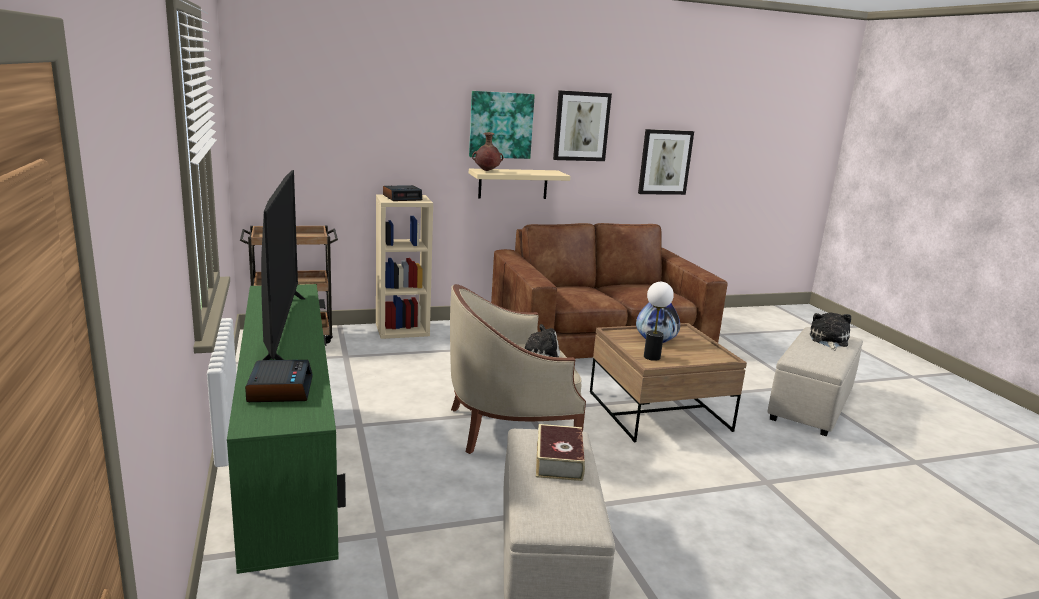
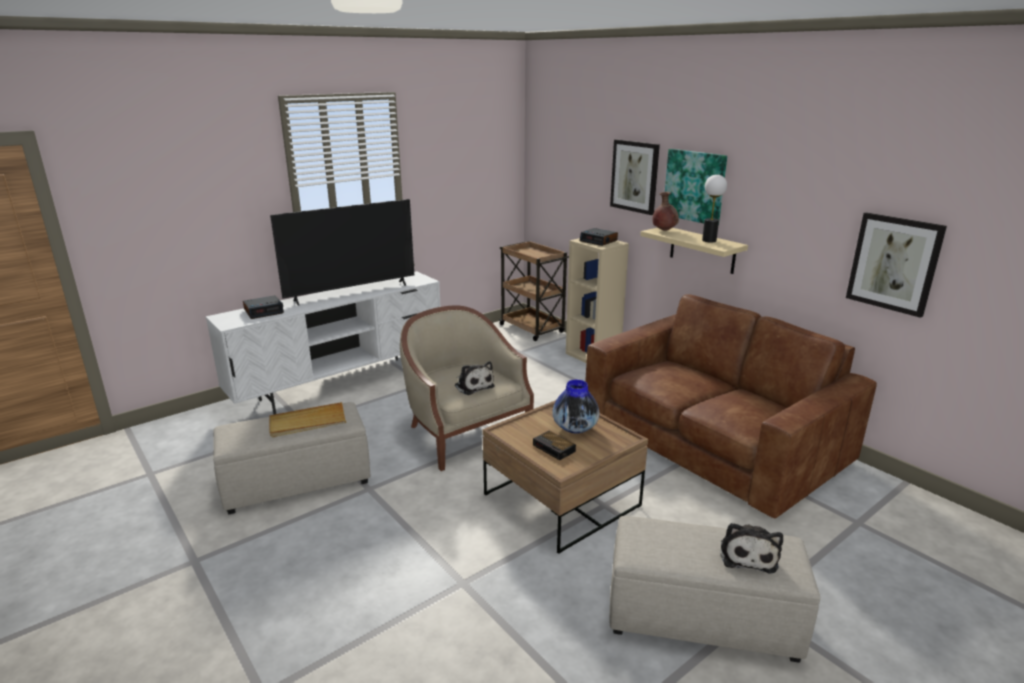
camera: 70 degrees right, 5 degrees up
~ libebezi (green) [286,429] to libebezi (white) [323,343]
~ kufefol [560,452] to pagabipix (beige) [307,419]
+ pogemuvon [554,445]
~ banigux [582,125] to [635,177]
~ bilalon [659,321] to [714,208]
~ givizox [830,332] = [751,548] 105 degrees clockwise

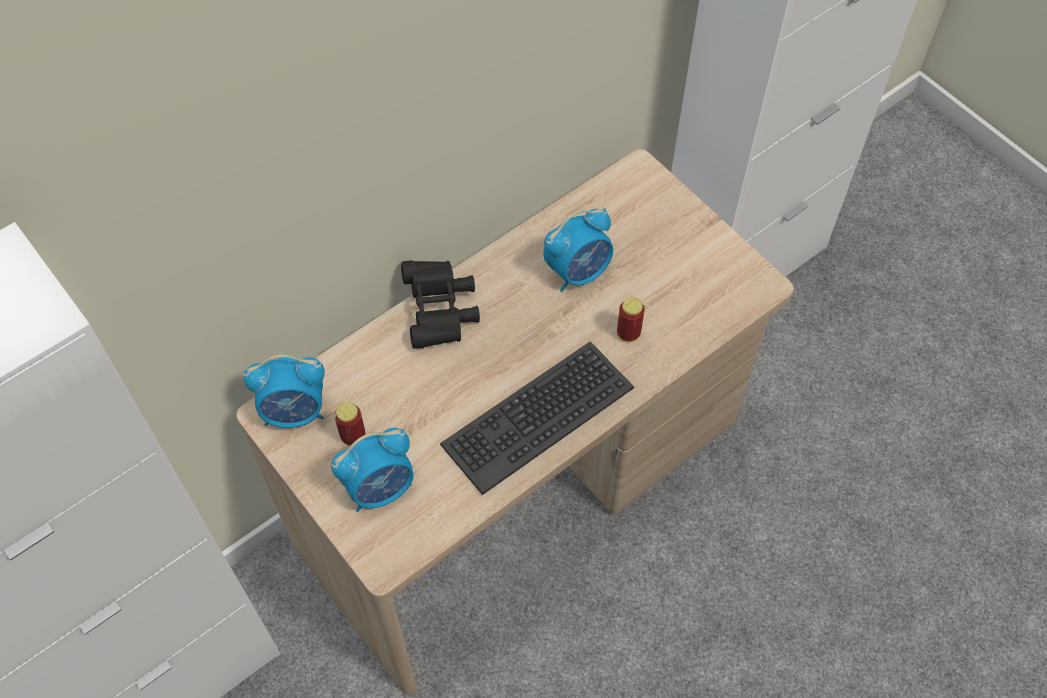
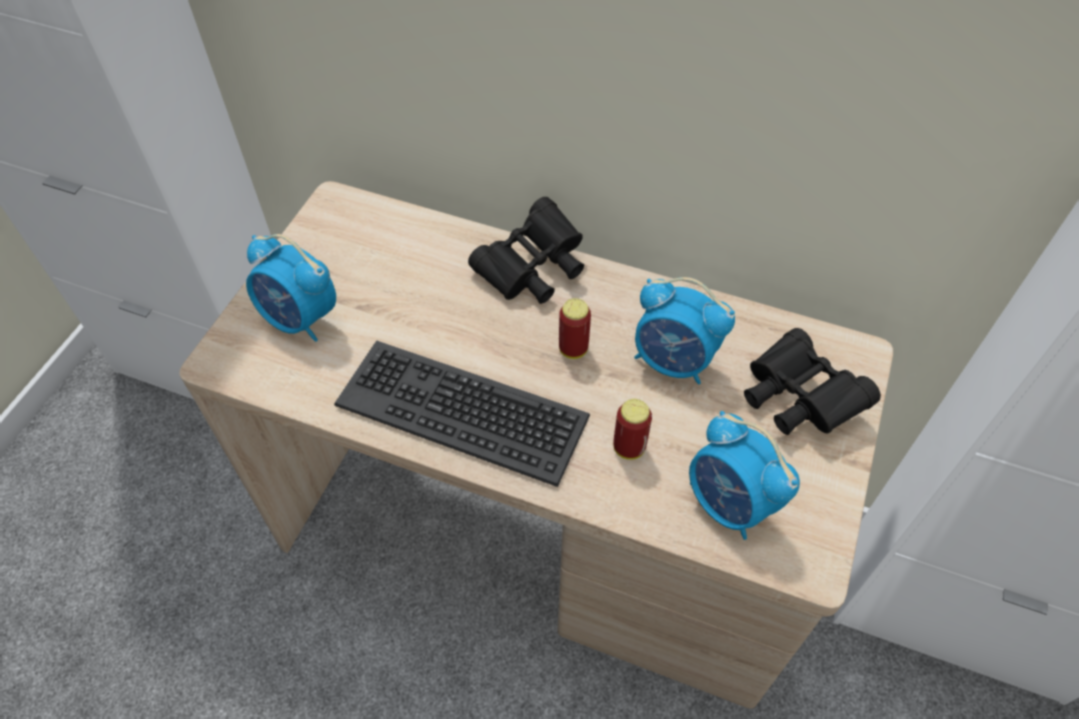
camera: 60 degrees right, 5 degrees down
~ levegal [350,424] to [575,328]
~ pogemuvon [284,391] to [744,475]
+ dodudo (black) [812,381]

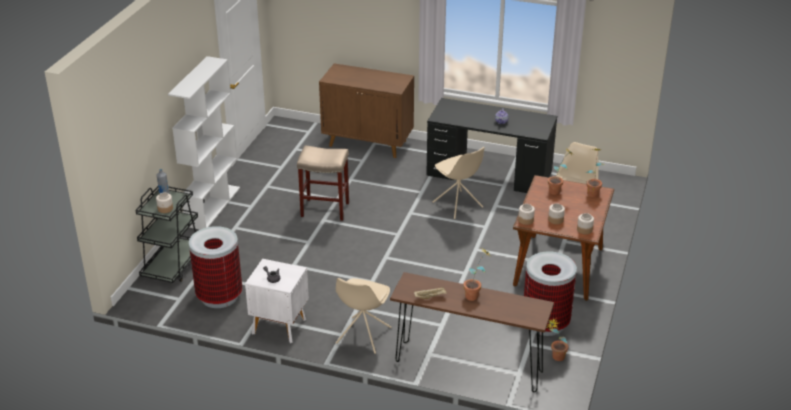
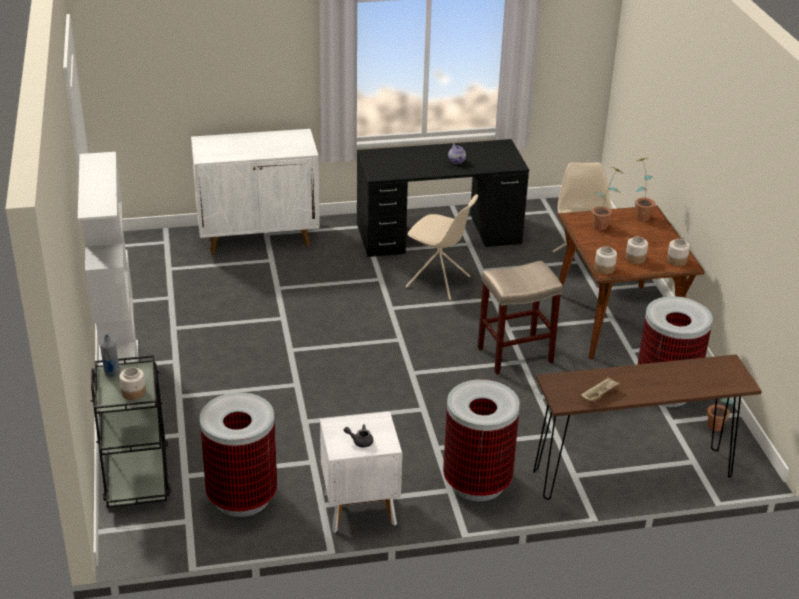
camera: 30 degrees left, 0 degrees up
~ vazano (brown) [366,110] to vazano (white) [255,191]
~ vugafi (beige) [363,316] to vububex [481,440]
~ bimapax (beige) [323,183] to [520,317]
- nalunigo [477,274]

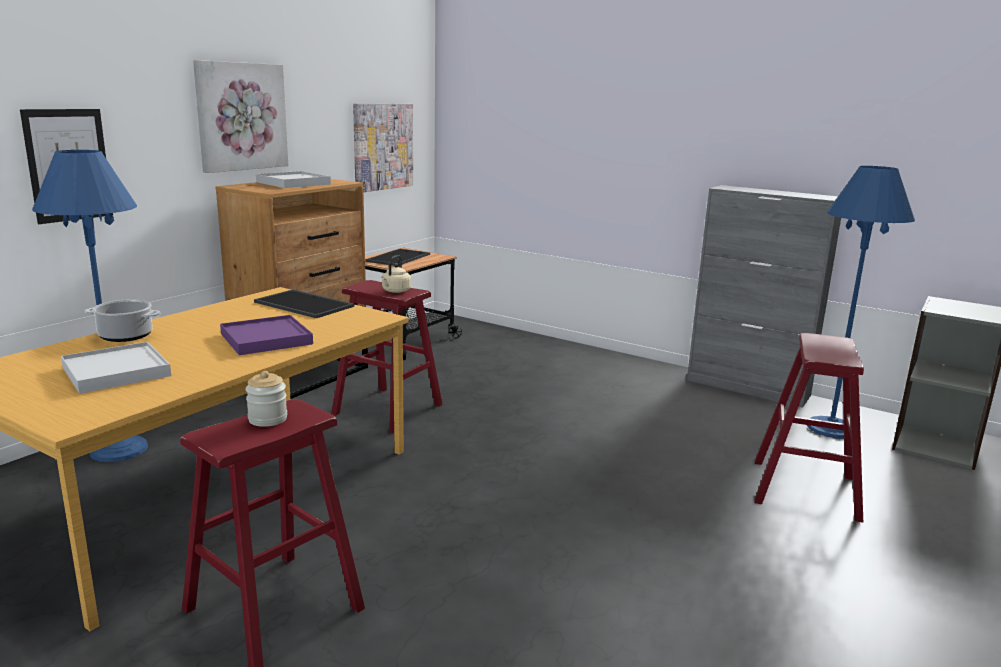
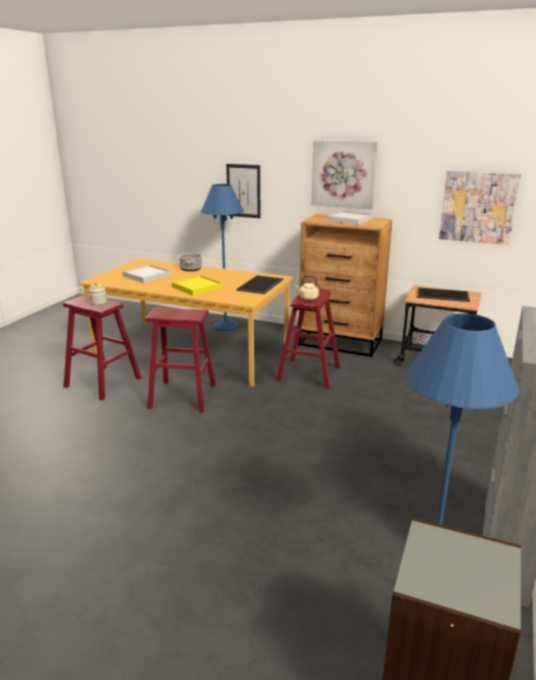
camera: 80 degrees right, 5 degrees up
~ bimapax (red) [809,427] to [180,360]
~ pagabipix (purple) [266,335] to pagabipix (yellow) [197,285]

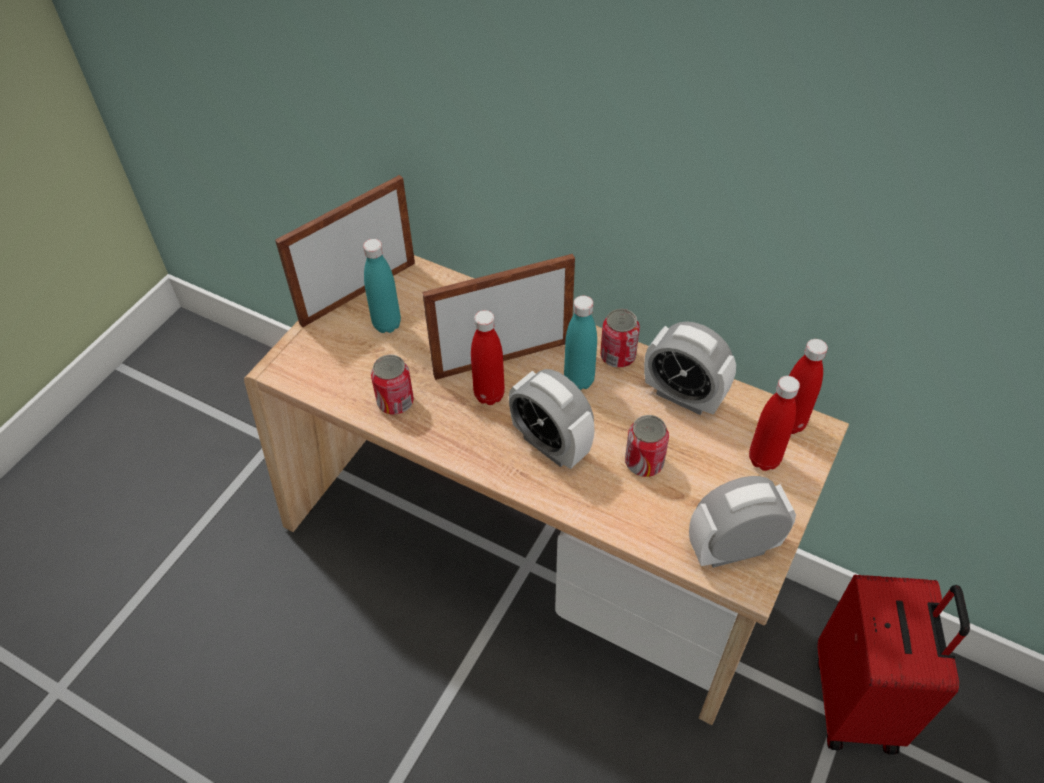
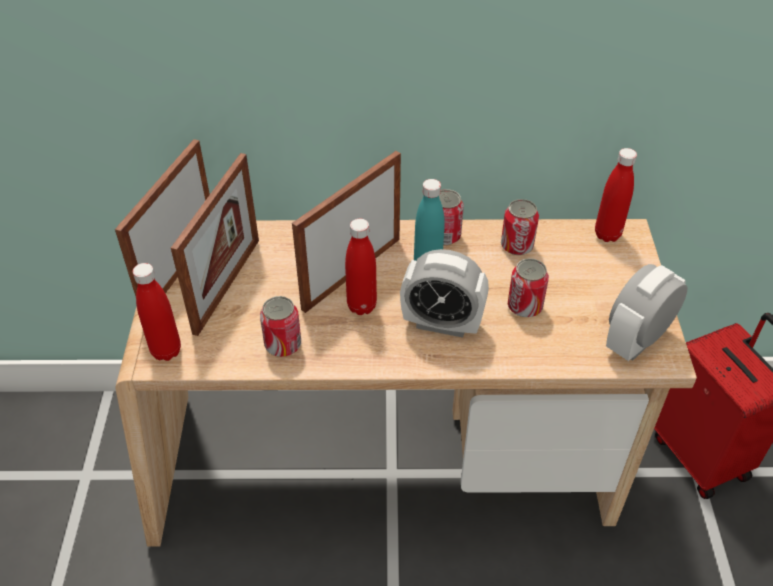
camera: 30 degrees left, 5 degrees down
~ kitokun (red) [774,423] to [157,312]
~ kitokun (turquoise) [382,286] to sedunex [215,244]
~ pogemuvon [690,368] to levegal [520,227]

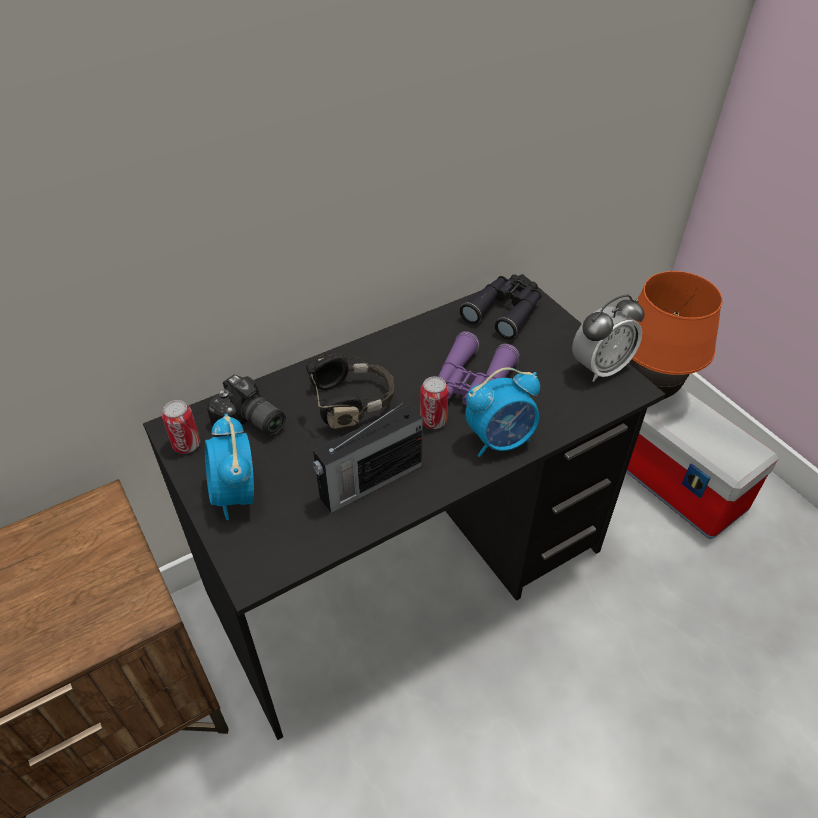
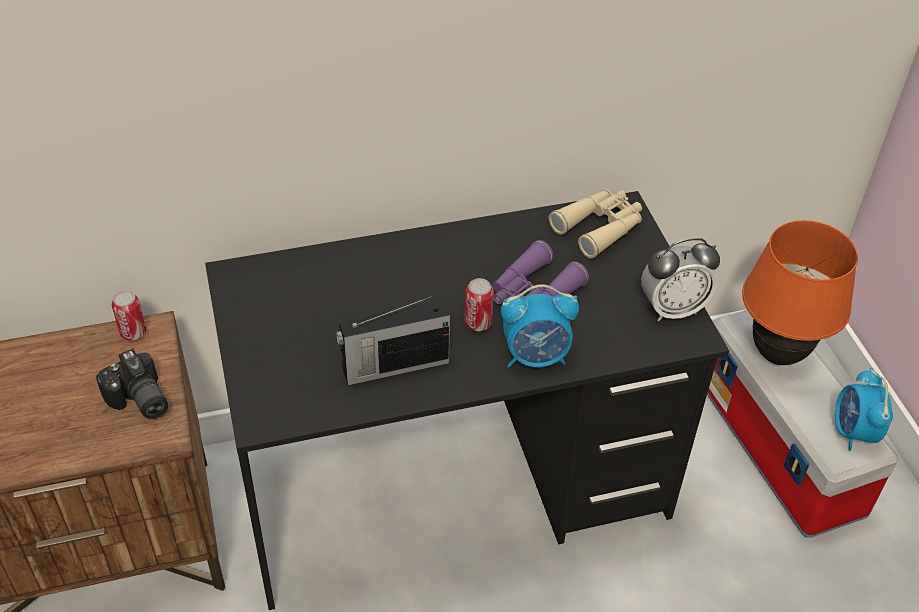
camera: 15 degrees right, 0 degrees up
~ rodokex [246,405] to [132,383]
~ levegal [181,427] to [129,315]
~ dodudo (black) [501,307] to dodudo (beige) [595,224]
~ pogemuvon [229,467] to [864,409]
- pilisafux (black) [350,391]

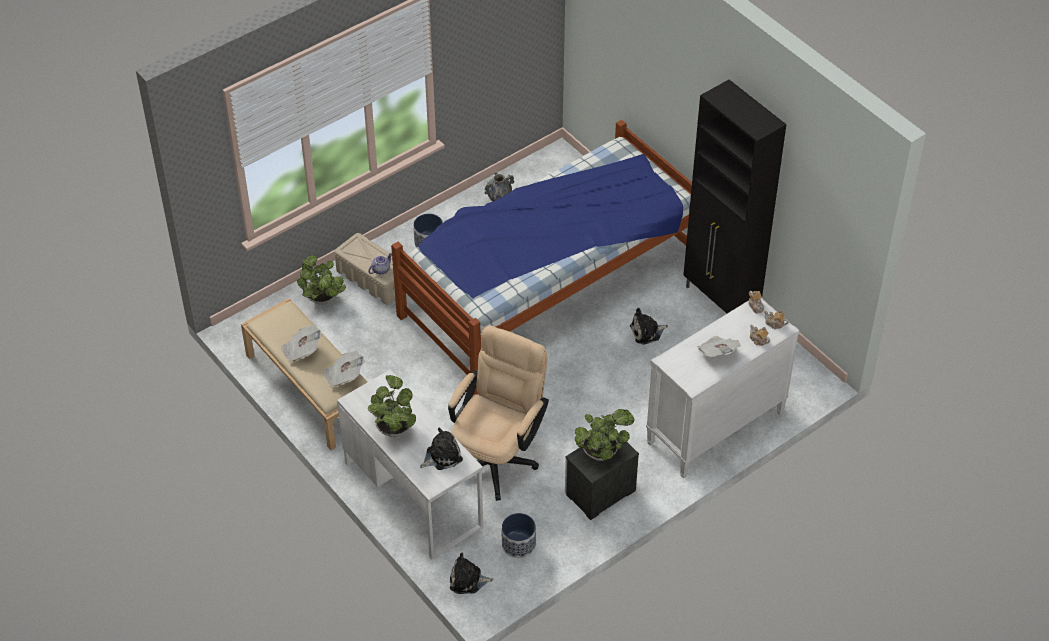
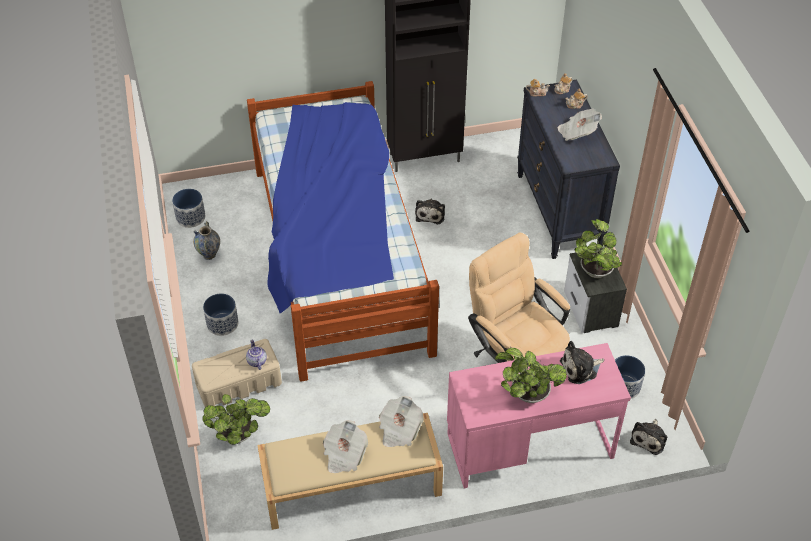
camera: 65 degrees left, 0 degrees up
+ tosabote [188,208]
~ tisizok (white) [410,465] to tisizok (pink) [539,415]
~ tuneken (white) [722,388] to tuneken (black) [568,169]
~ givizox [441,449] = [582,362] 105 degrees counterclockwise

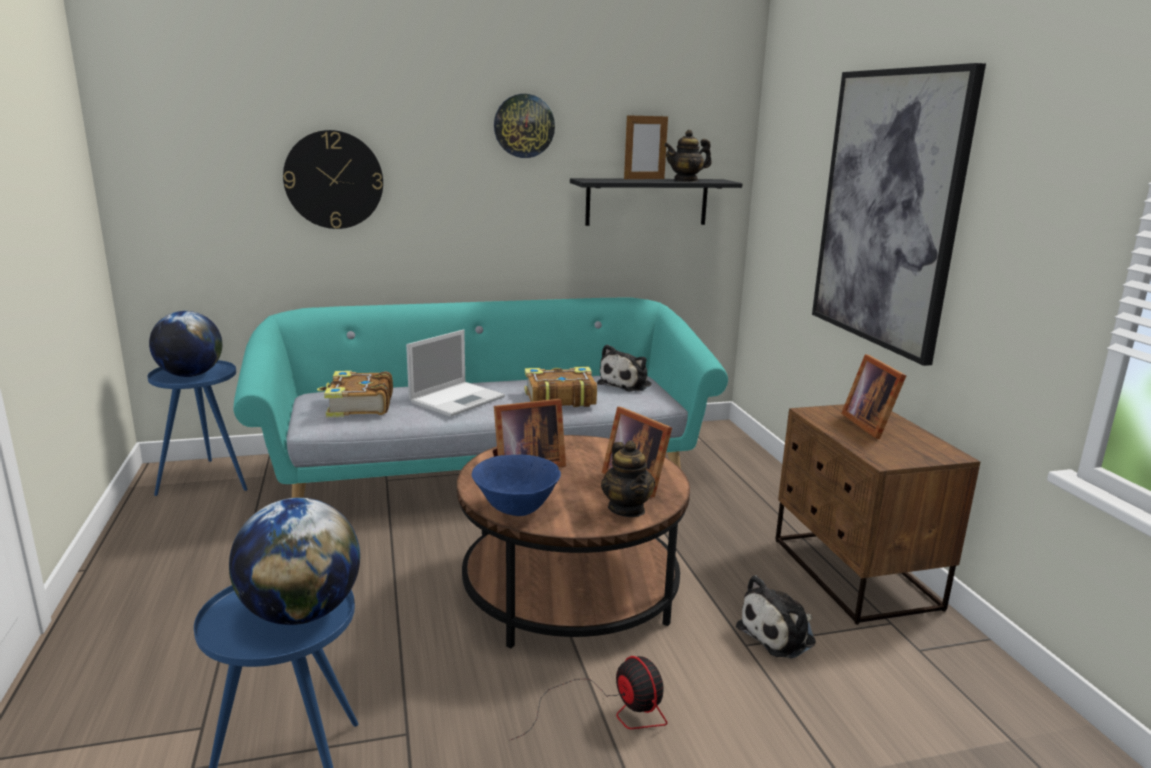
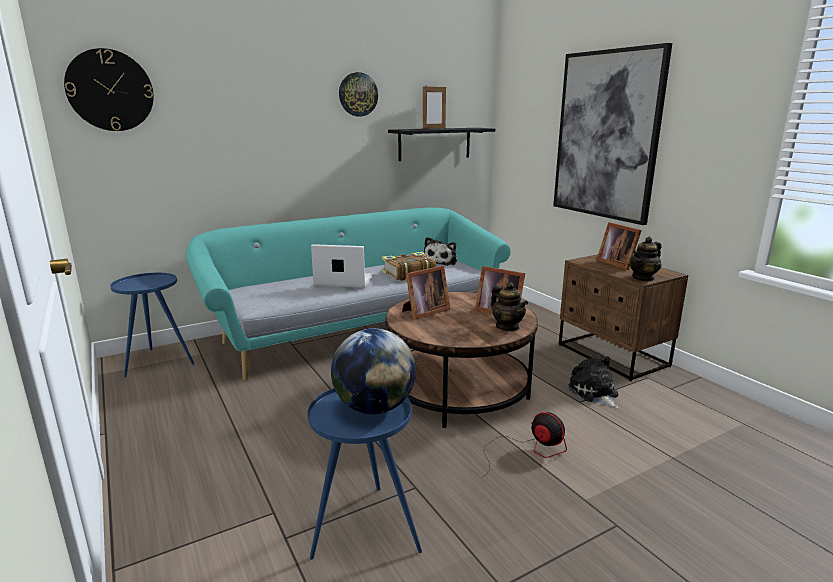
camera: 15 degrees left, 0 degrees up
~ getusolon [333,179] to [109,89]
~ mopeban [455,373] = [342,266] 105 degrees counterclockwise
~ givizox [776,617] = [593,382] 120 degrees clockwise
~ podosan [688,156] to [645,259]
- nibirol [185,344]
- kufefol [355,394]
- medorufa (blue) [516,485]

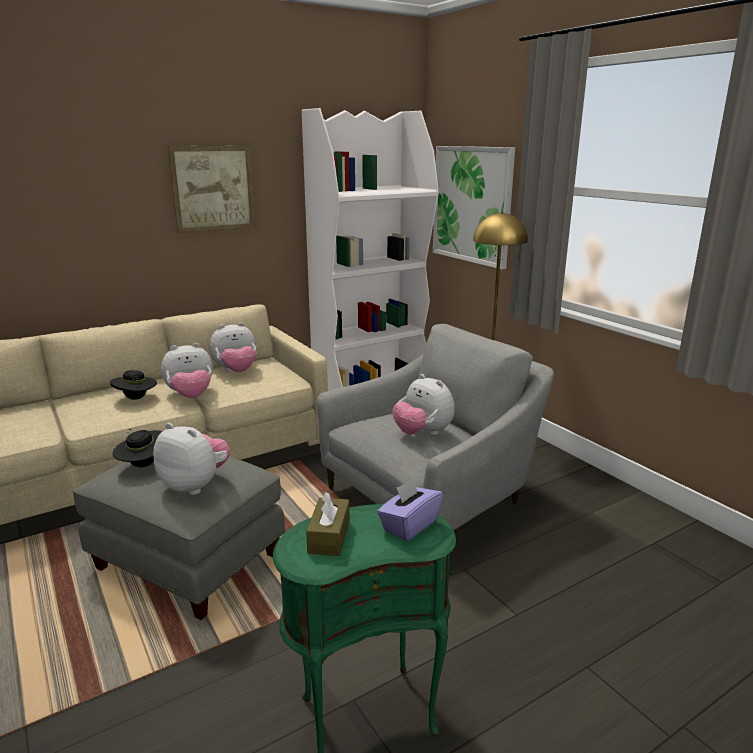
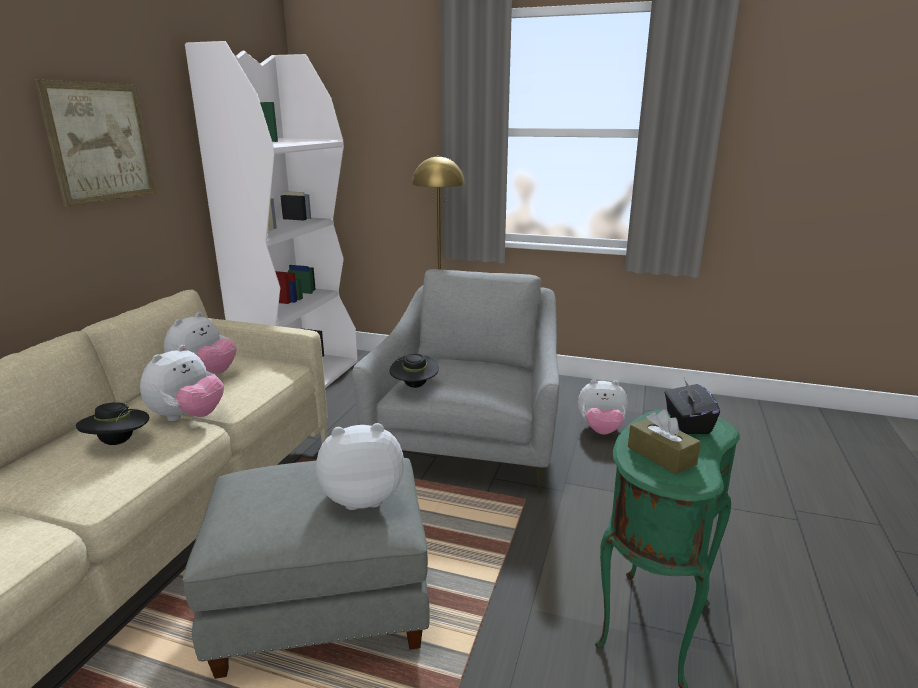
camera: 40 degrees left, 0 degrees up
~ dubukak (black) [137,448] to [414,370]
~ givizox [424,404] to [603,407]
~ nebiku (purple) [410,509] to nebiku (black) [692,406]
- banigux [474,207]

